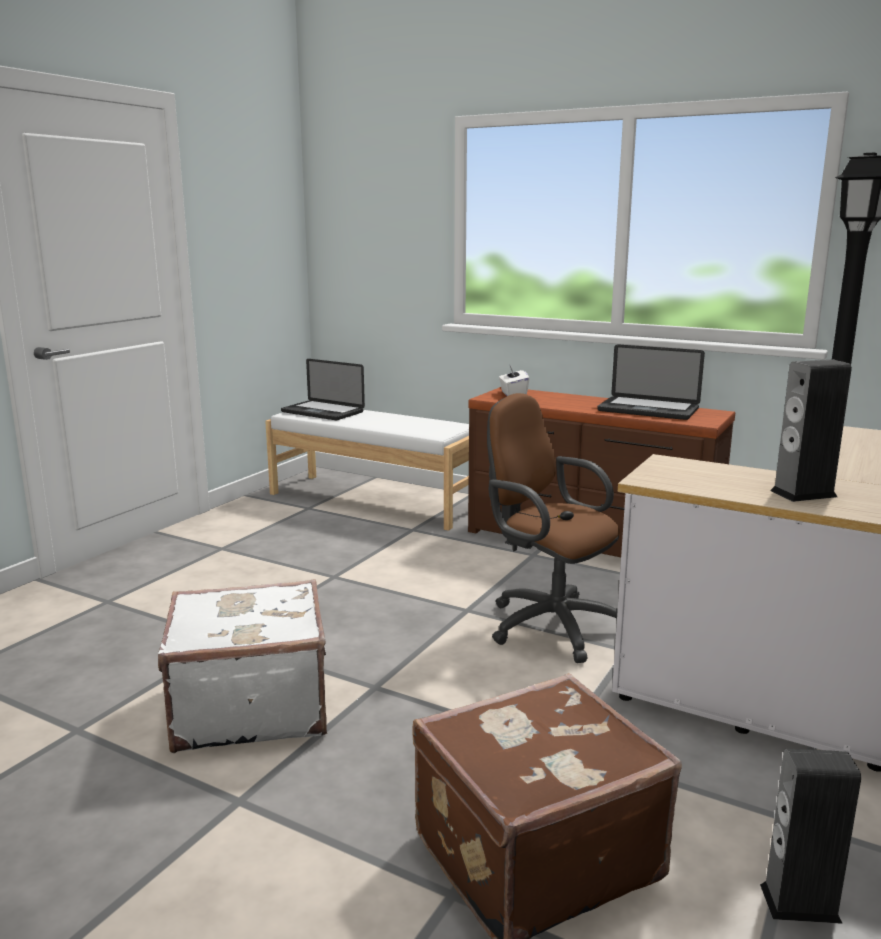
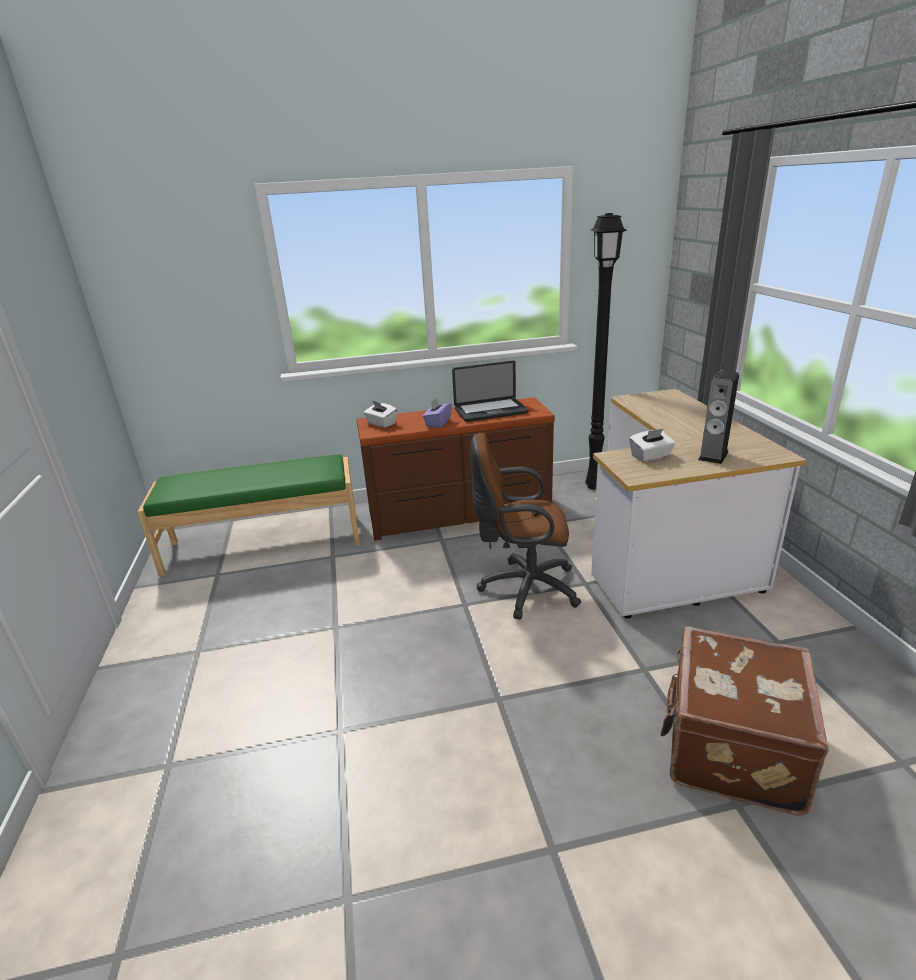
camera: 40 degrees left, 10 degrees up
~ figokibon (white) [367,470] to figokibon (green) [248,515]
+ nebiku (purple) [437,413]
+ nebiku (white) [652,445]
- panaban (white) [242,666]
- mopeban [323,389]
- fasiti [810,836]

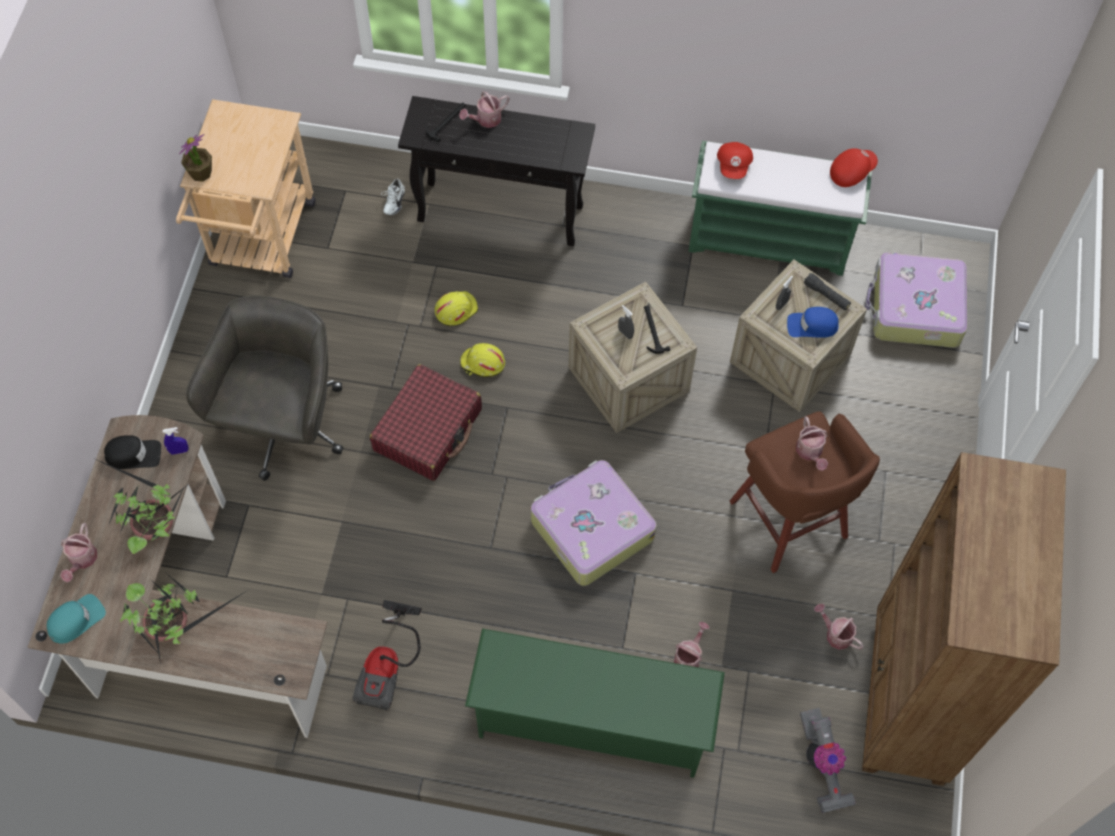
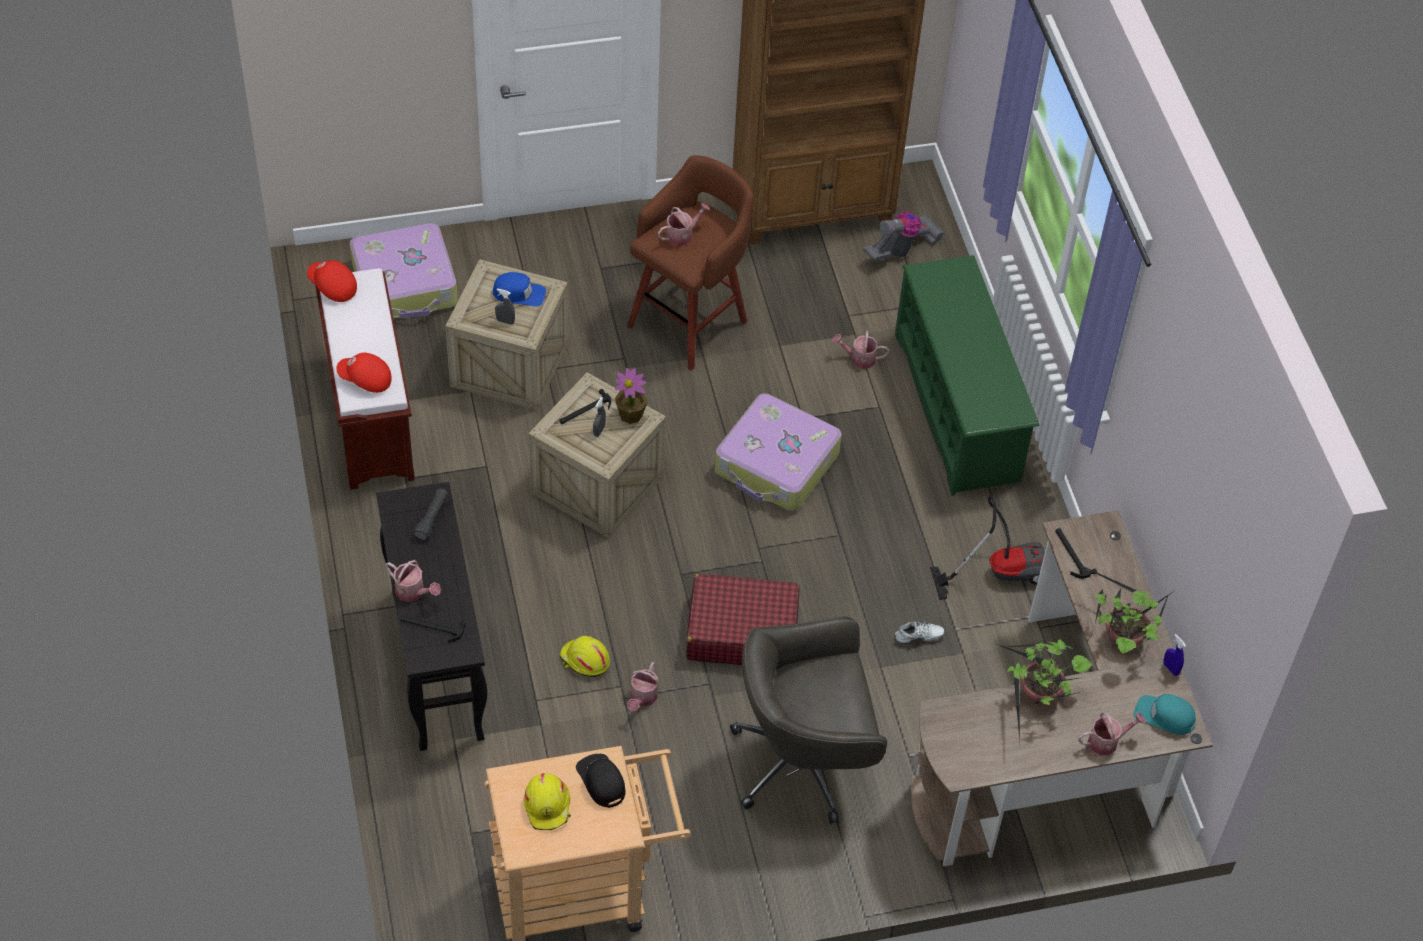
camera: 115 degrees left, 10 degrees down
~ figokibon (green) [780,208] to figokibon (brown) [365,379]
~ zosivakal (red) [735,160] = [364,373] 150 degrees counterclockwise
~ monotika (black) [827,292] to [431,514]
~ zosivakal (blue) [813,322] = [519,289] 60 degrees counterclockwise
~ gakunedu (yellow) [482,360] to [547,801]
~ zosivakal (black) [132,452] to [601,781]
~ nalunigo [195,158] to [631,396]
~ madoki [839,627] to [643,687]
~ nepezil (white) [393,197] to [919,633]
+ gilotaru [1076,553]
~ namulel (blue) [176,441] to [1174,655]

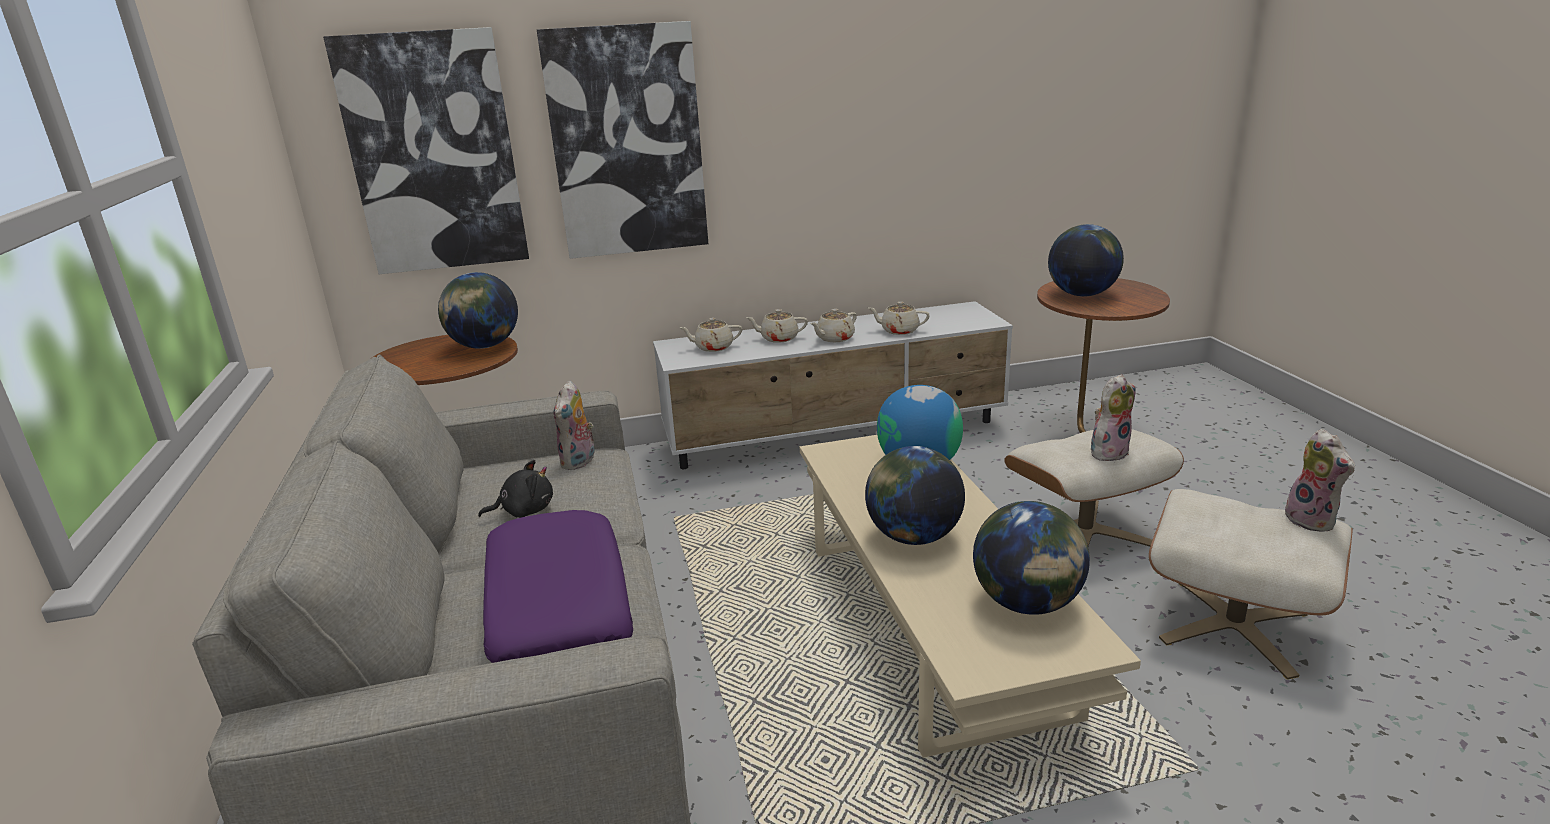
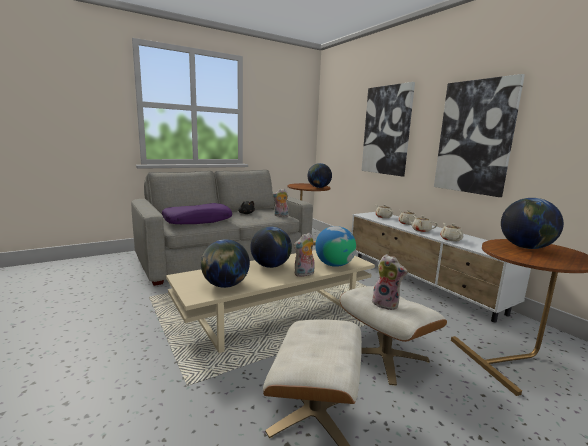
camera: 70 degrees right, 10 degrees down
~ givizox [1320,480] to [304,255]
~ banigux [426,150] to [479,135]

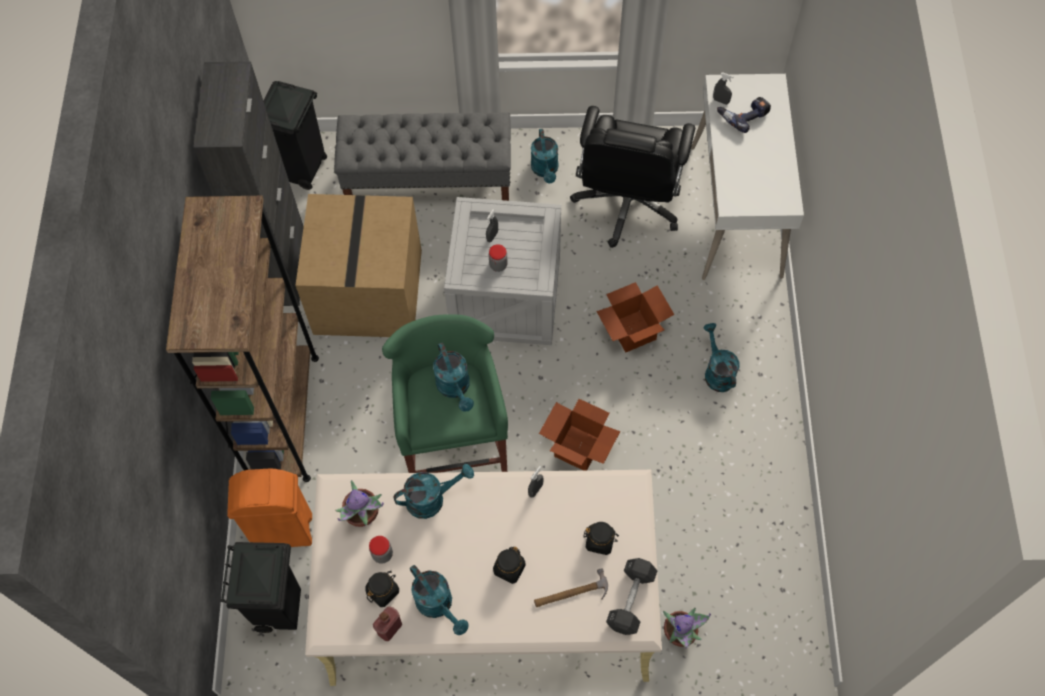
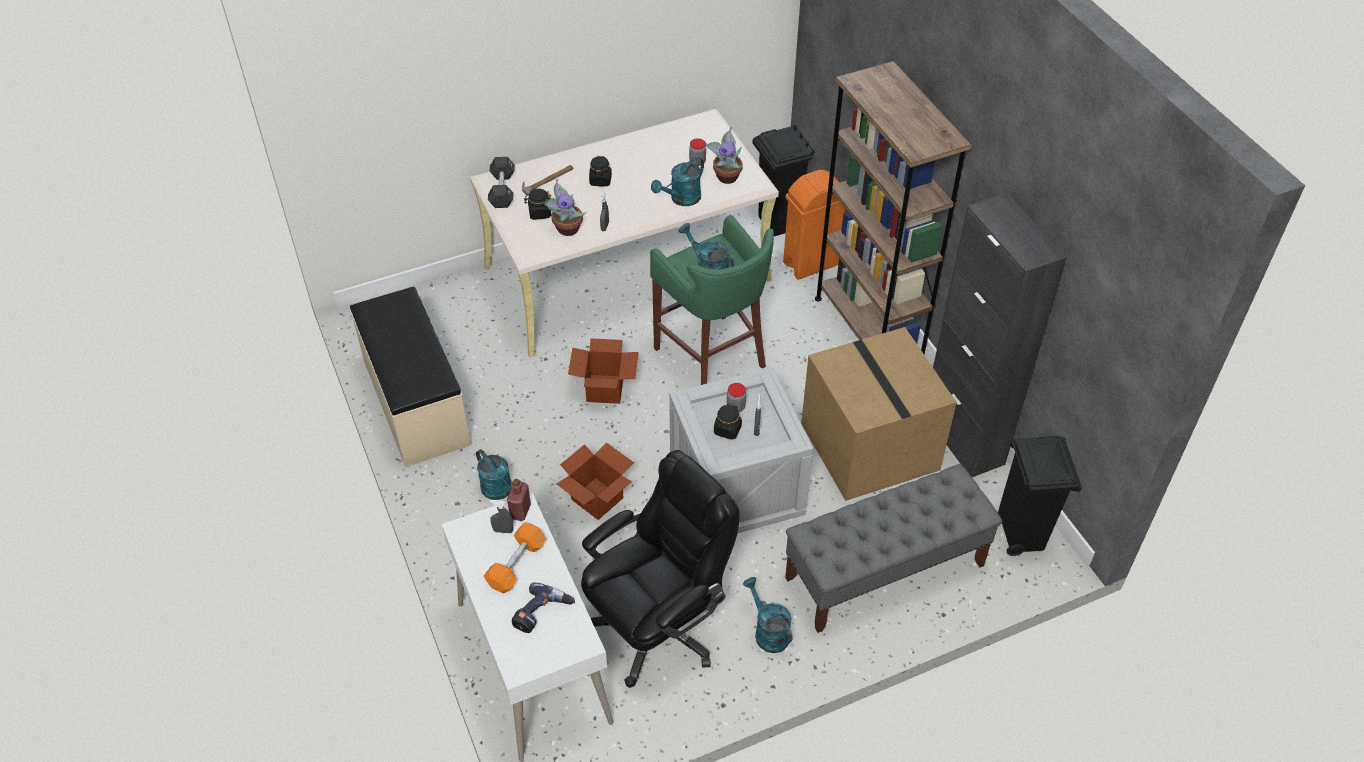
camera: 155 degrees right, 15 degrees down
+ figokibon (beige) [410,377]
+ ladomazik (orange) [515,557]
~ namulel (grey) [723,89] to [501,516]
~ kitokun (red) [387,623] to [519,500]
~ nalunigo [687,628] to [565,207]
~ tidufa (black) [632,177] = [660,569] 60 degrees clockwise
~ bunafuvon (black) [382,589] to [728,421]
- madoki (turquoise) [439,600]

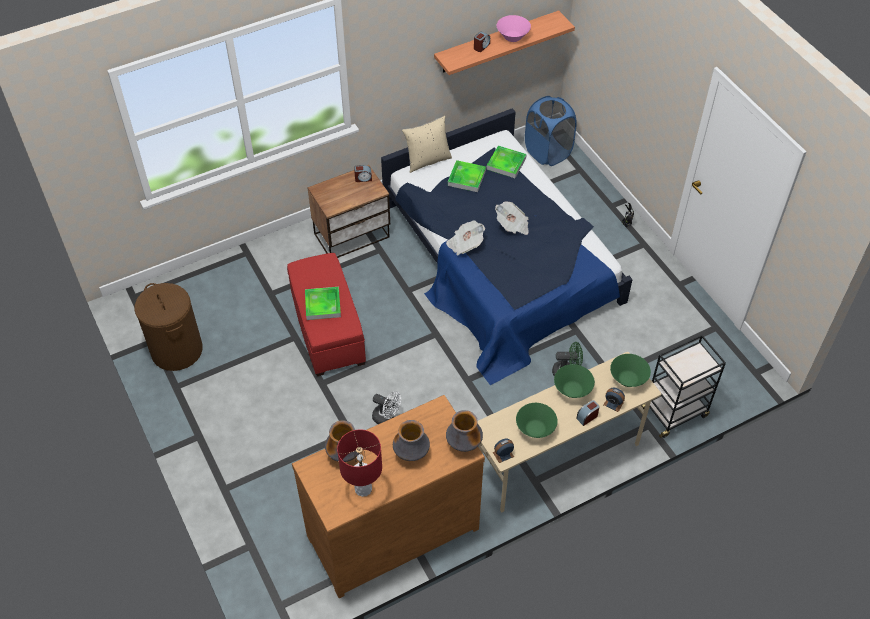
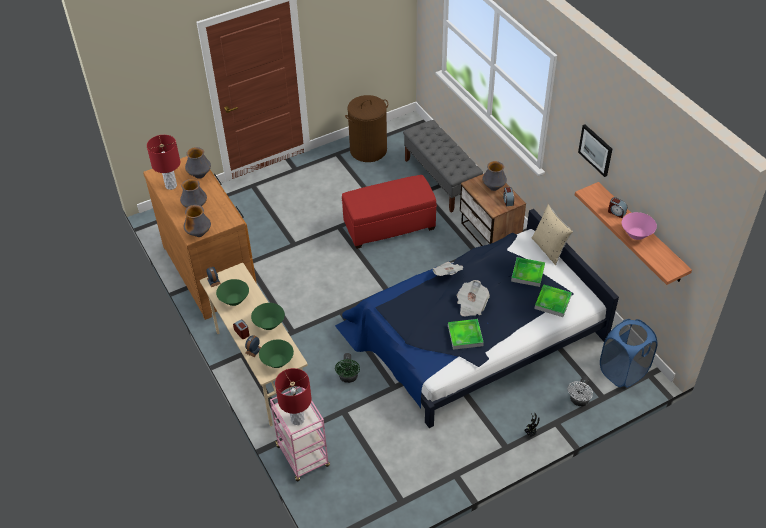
camera: 90 degrees right, 5 degrees down
~ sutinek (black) [683,386] to sutinek (pink) [300,434]
+ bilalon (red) [293,396]
+ figokibon (grey) [443,166]
~ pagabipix [323,303] to [466,334]
+ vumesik [494,176]
~ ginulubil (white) [386,407] to [580,391]
+ banigux [595,151]

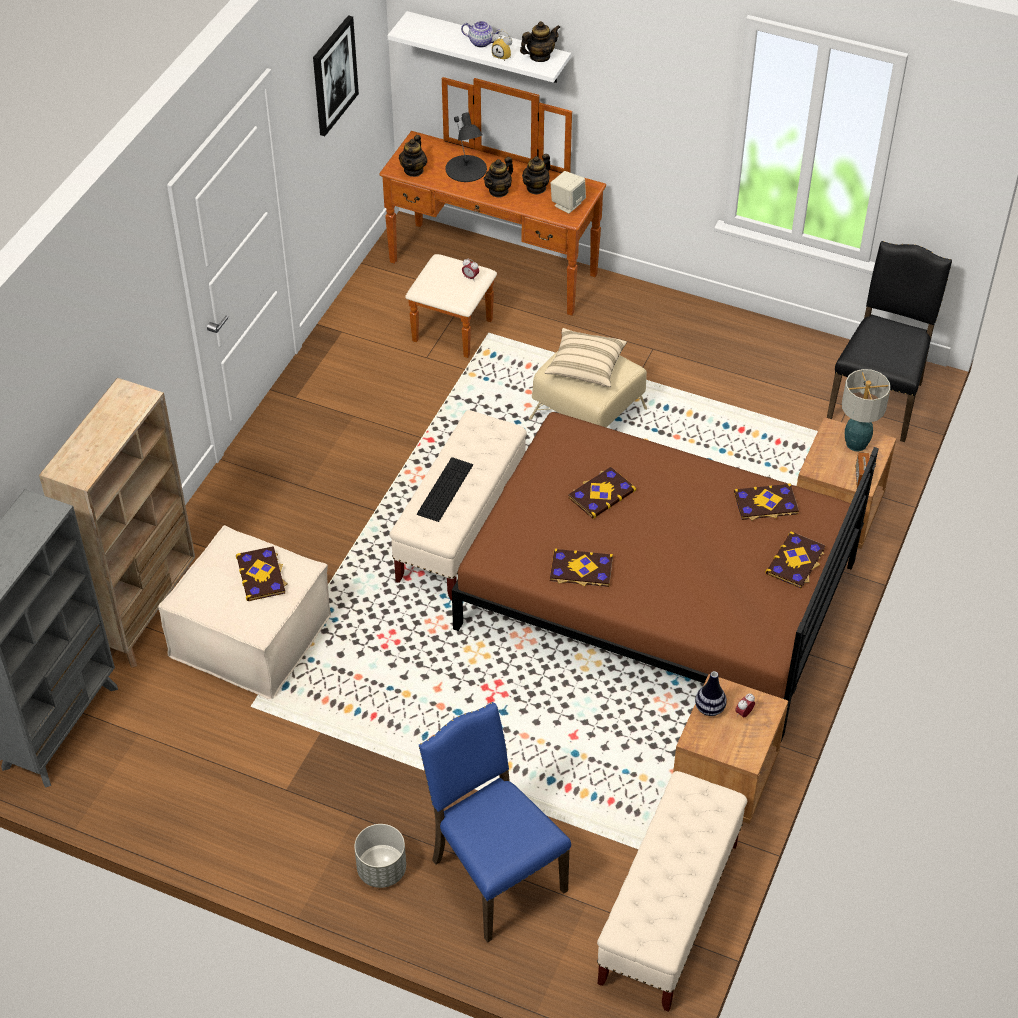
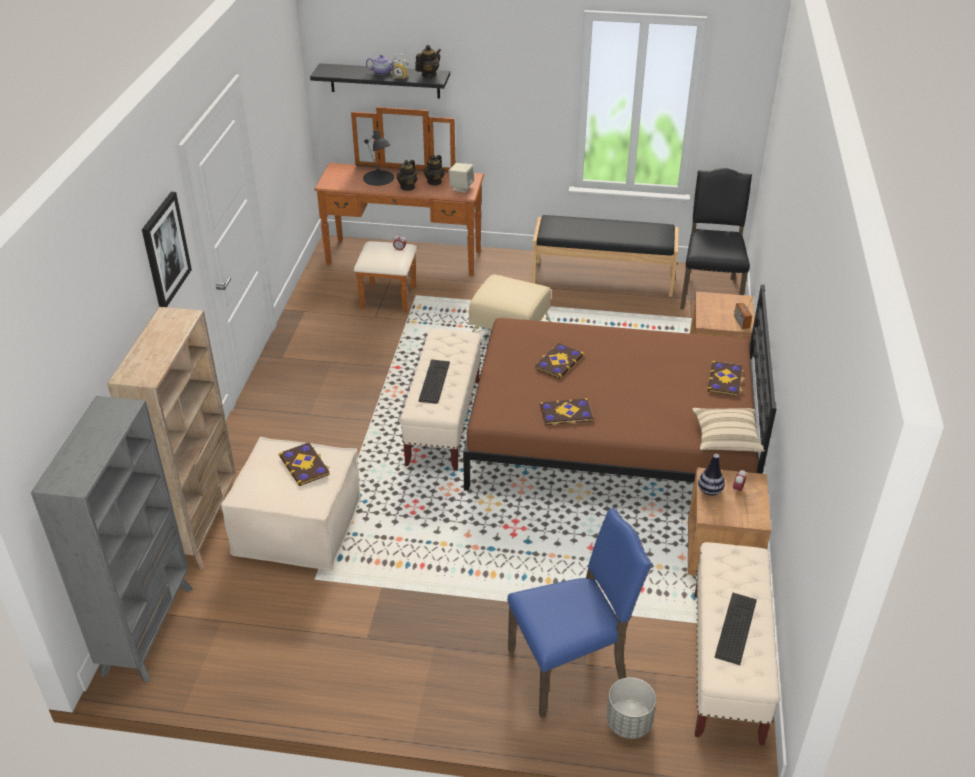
camera: 15 degrees left, 10 degrees down
~ banigux [336,75] to [167,249]
~ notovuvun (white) [479,47] to notovuvun (black) [380,81]
~ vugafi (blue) [495,822] = [580,613] 120 degrees clockwise
+ figokibon (black) [605,256]
~ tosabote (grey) [380,856] to [631,708]
~ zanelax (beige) [586,357] to [728,430]
+ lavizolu [736,629]
- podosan [413,156]
- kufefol [766,502]
- bilalon [866,410]

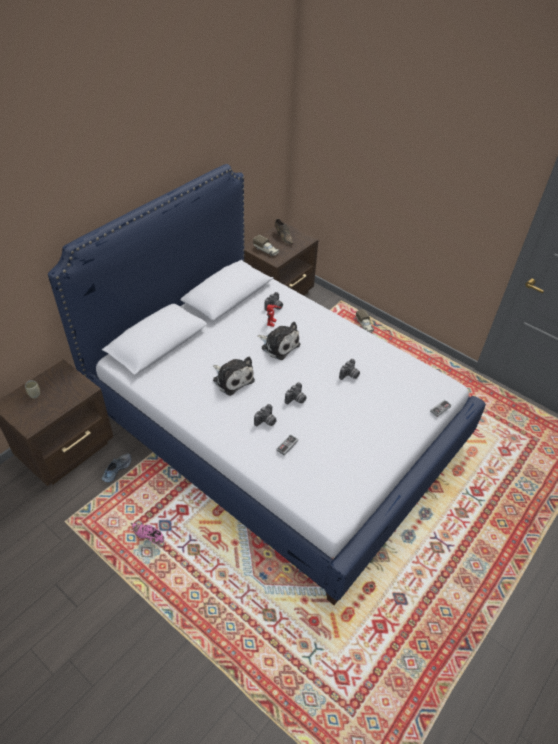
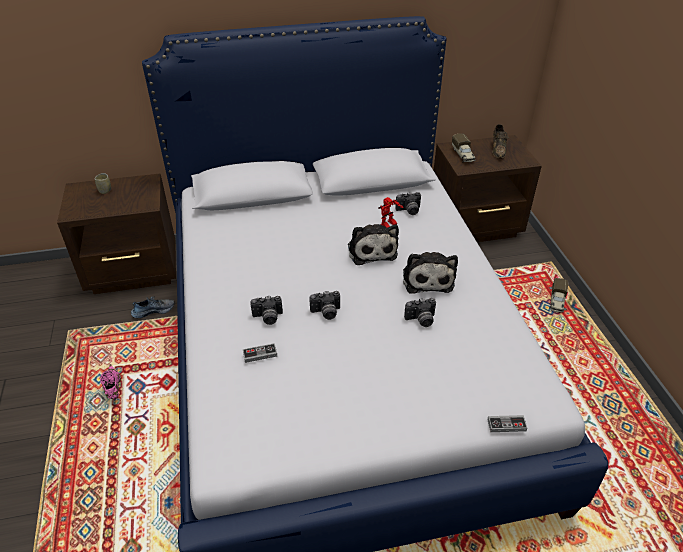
camera: 40 degrees right, 5 degrees down
~ givizox [234,376] to [430,273]

